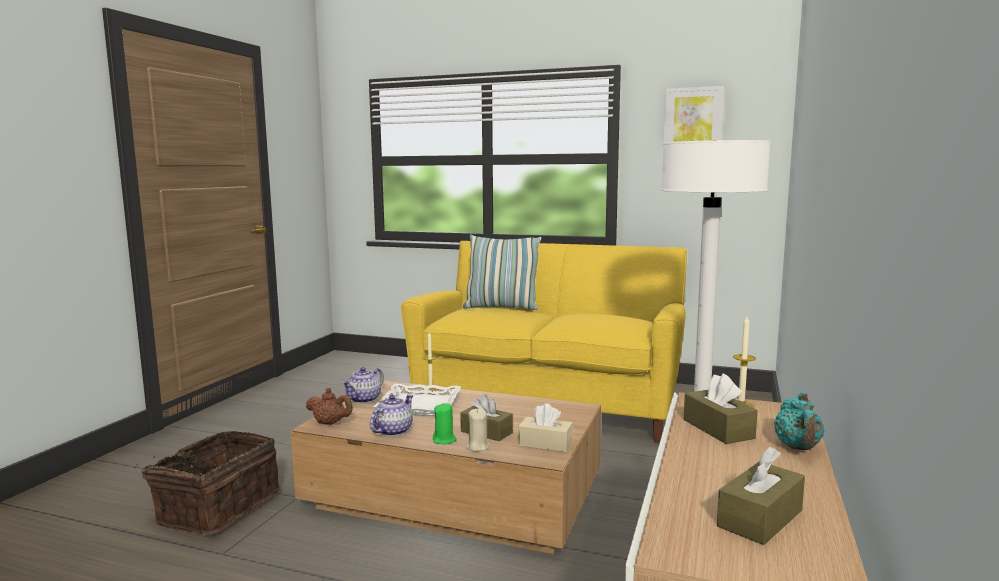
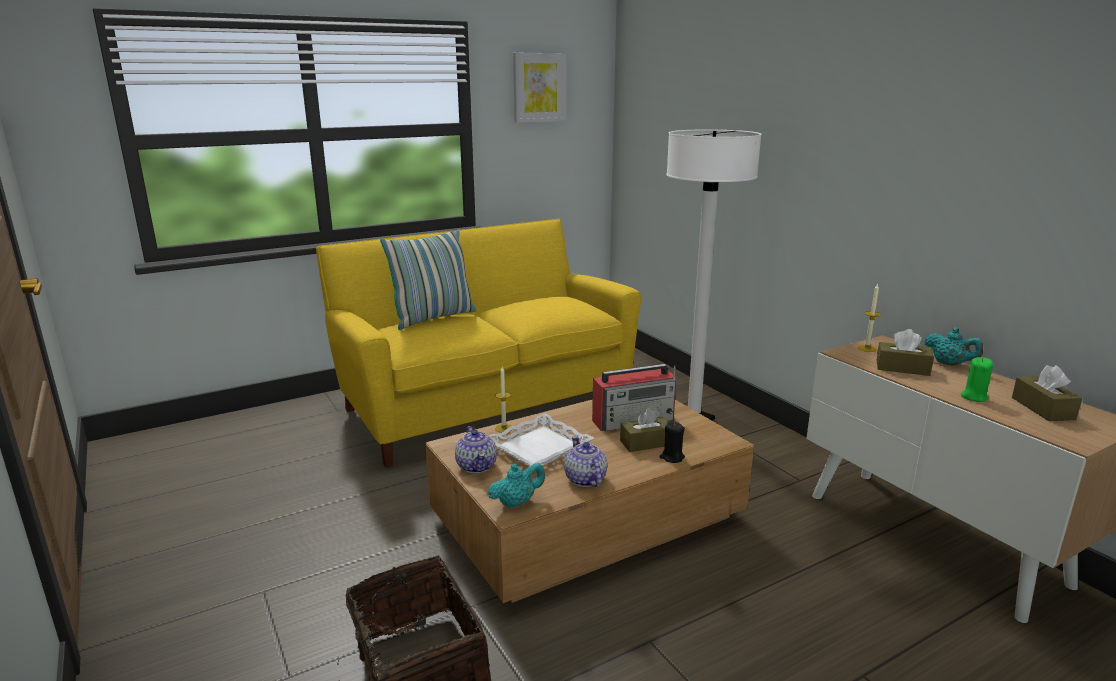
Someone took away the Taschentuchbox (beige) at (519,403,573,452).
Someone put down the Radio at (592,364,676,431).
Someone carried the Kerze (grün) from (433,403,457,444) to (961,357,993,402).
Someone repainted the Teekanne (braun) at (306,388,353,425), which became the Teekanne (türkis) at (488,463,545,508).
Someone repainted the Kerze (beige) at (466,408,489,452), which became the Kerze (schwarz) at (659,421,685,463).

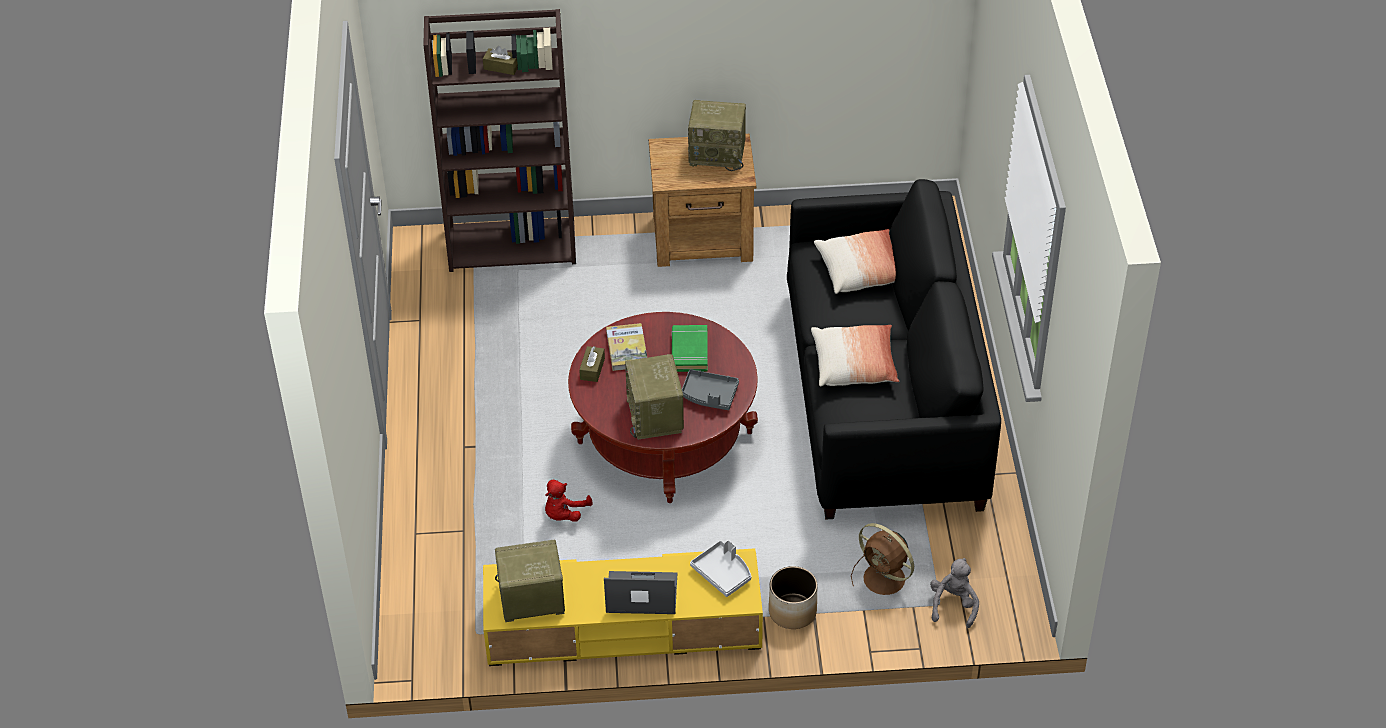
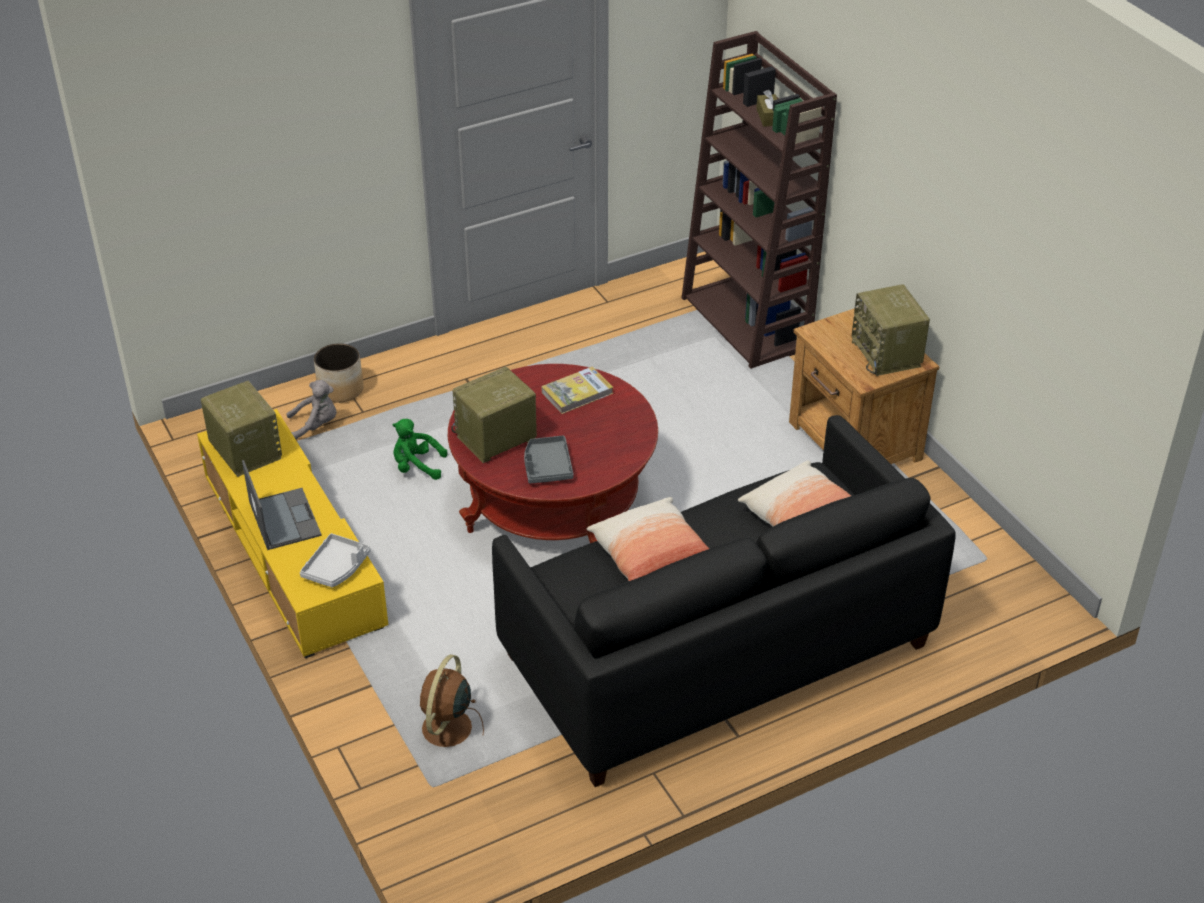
Someone took away the Taschentuchbox (braun) at (579,346,605,382).
Someone took away the Buch (grün) at (671,325,708,372).
Someone carried the Pflanzkübel from (769,566,818,629) to (314,343,364,403).
Someone carried the Plüschtier (grau) from (930,558,979,628) to (286,380,336,440).
Someone repainted the Plüschtier (rot) at (545,480,593,522), which became the Plüschtier (grün) at (392,419,448,480).

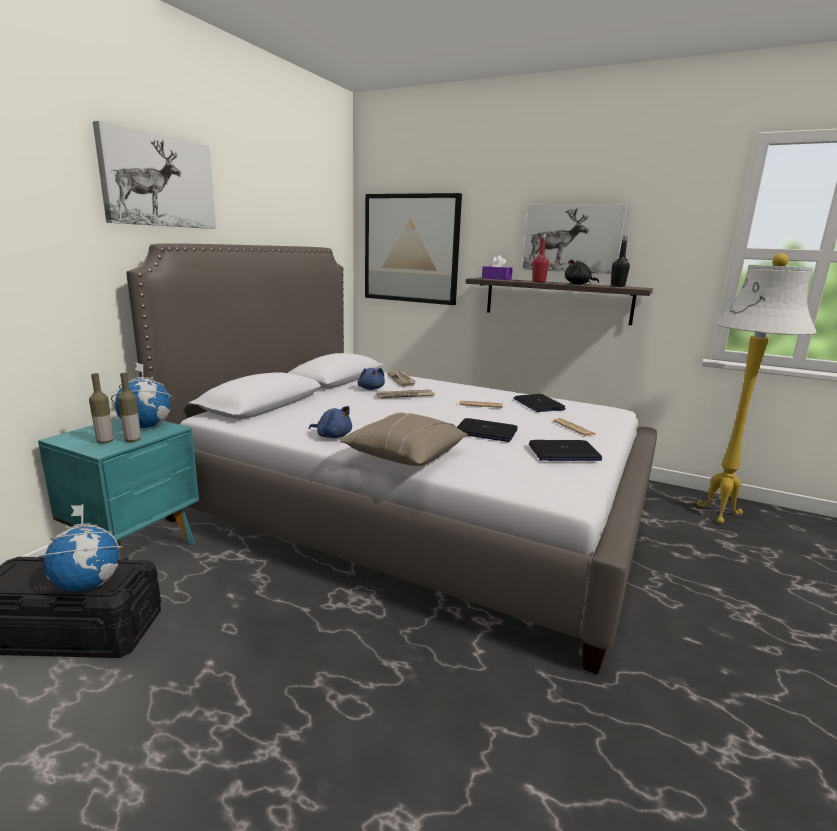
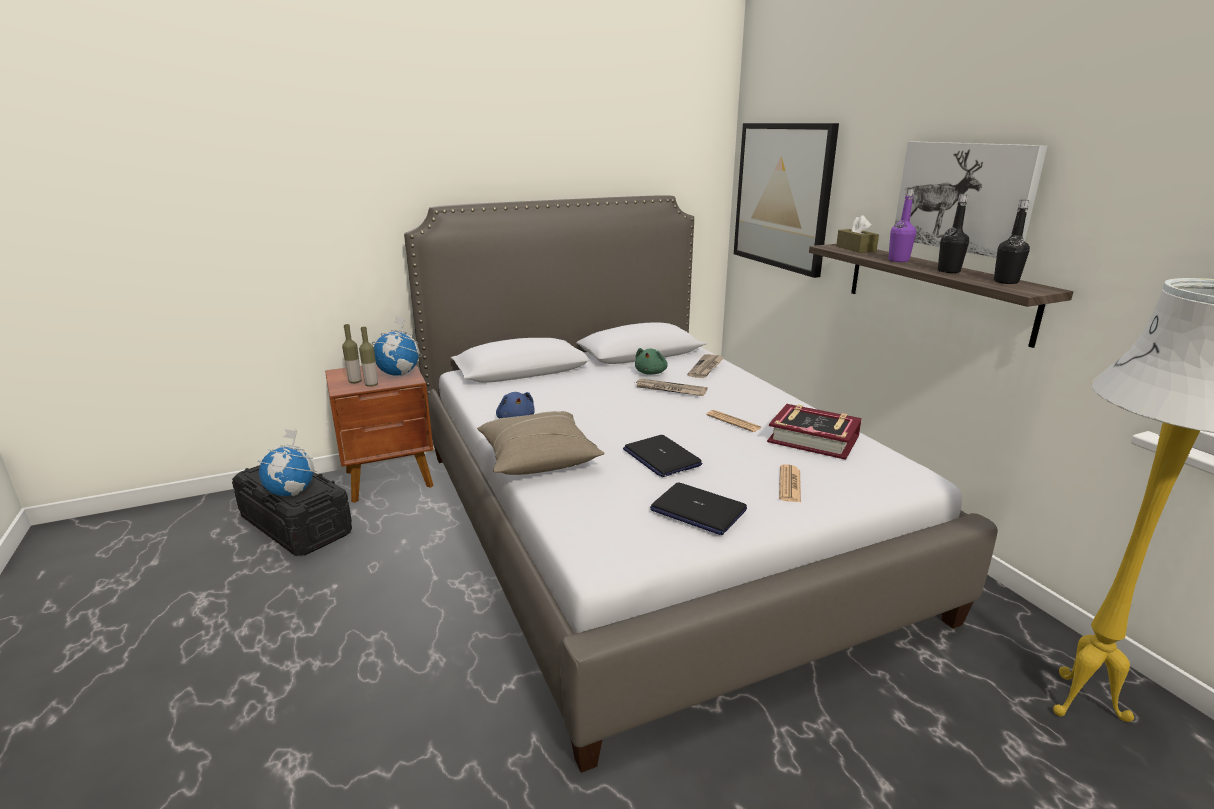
Someone took away the Bild at (93,121,216,229).
Someone swapped the Laptop at (513,394,566,412) for the Buch at (767,404,862,460).
Someone swapped the Plüschtier (schwarz) at (565,259,599,284) for the Flasche (schwarz) at (938,194,969,273).
Someone repainted the Nachttisch (türkis) at (38,418,199,560), which became the Nachttisch (braun) at (325,365,434,503).
Someone repainted the Plüschtier (blau) at (357,368,385,390), which became the Plüschtier (grün) at (635,348,668,375).
Someone repainted the Taschentuchbox (lila) at (482,255,513,280), which became the Taschentuchbox (braun) at (836,215,879,253).
Someone repainted the Flasche (rot) at (532,234,549,282), which became the Flasche (lila) at (889,189,916,262).

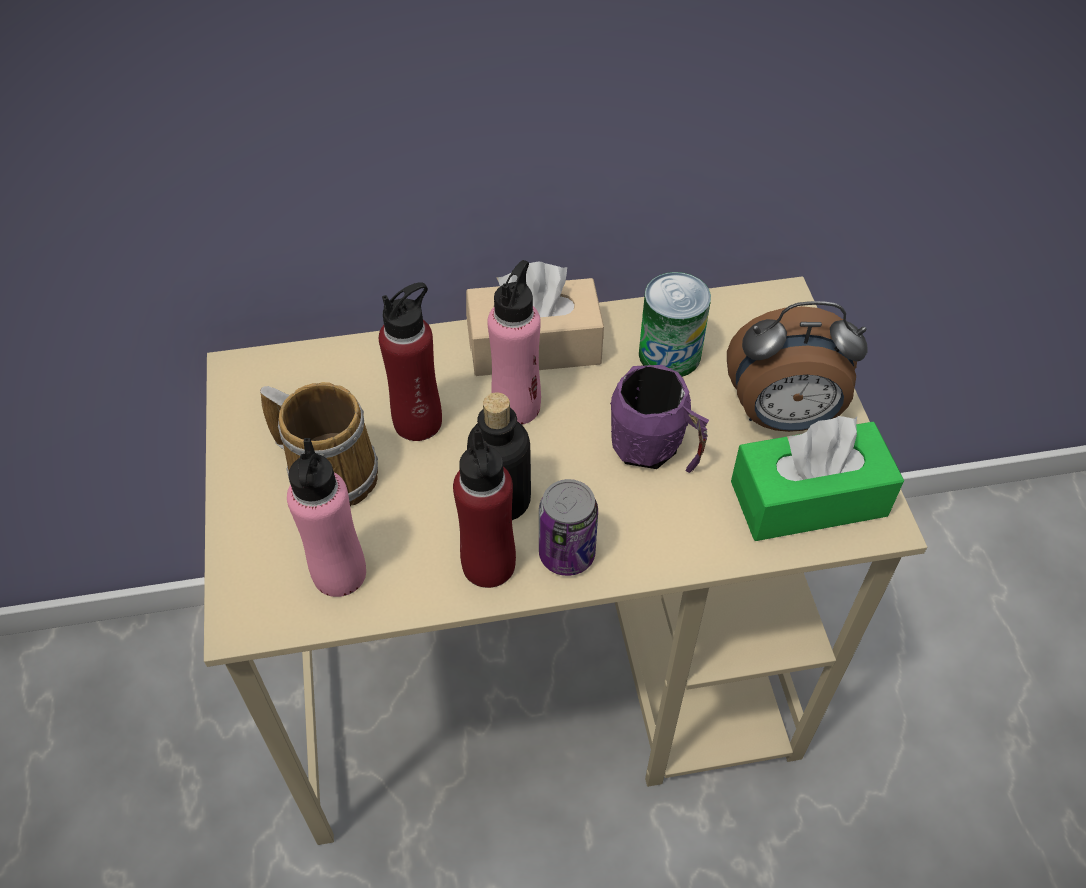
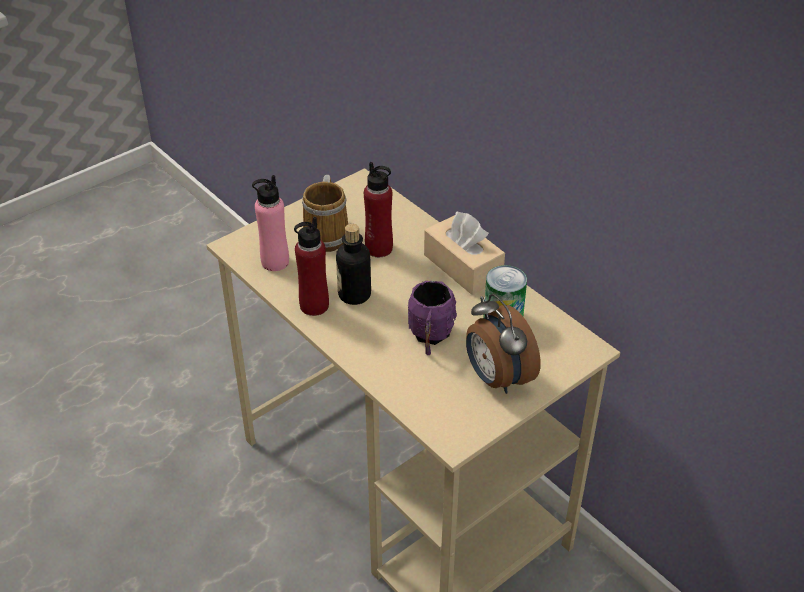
Someone took away the Flasche (rosa) at (488,260,541,425).
Someone took away the Dose at (539,479,598,576).
Someone took away the Taschentuchbox (grün) at (731,416,904,541).

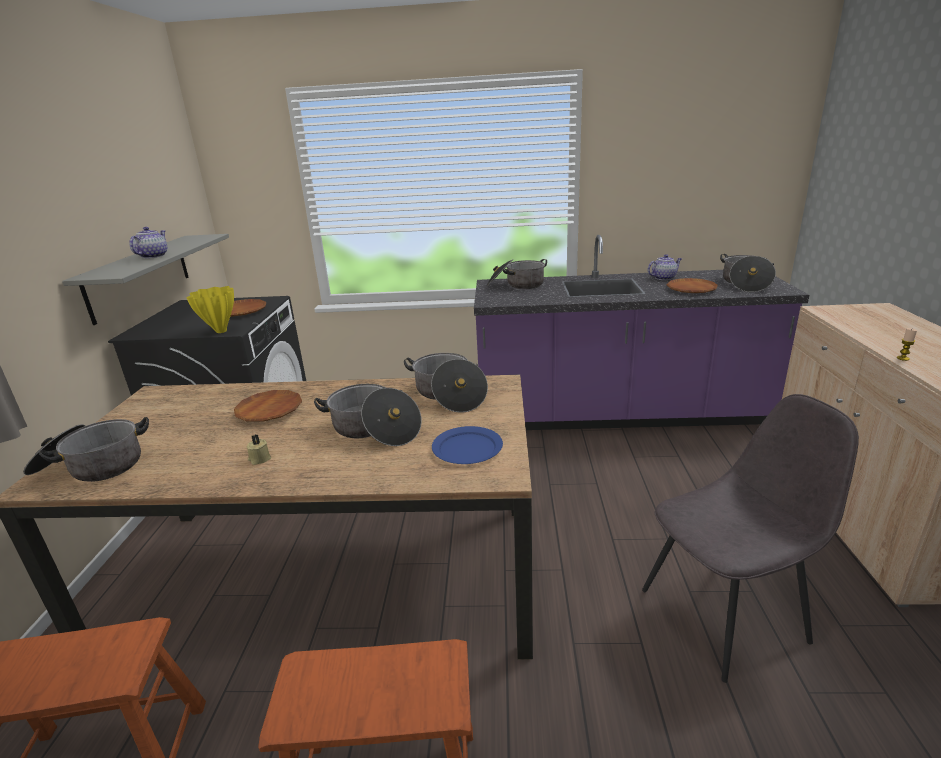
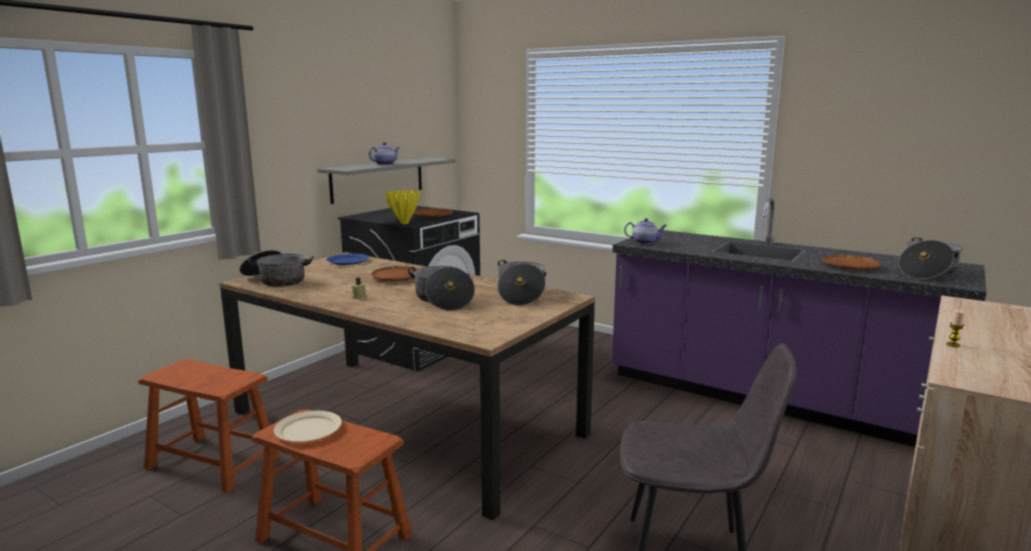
Someone took away the Kochtopf at (487,259,547,289).
Someone put down the Teller (beige) at (274,411,342,442).
Someone carried the Teller (blau) from (432,426,503,464) to (326,254,370,265).
Someone carried the Teekanne from (648,254,682,280) to (624,218,667,244).

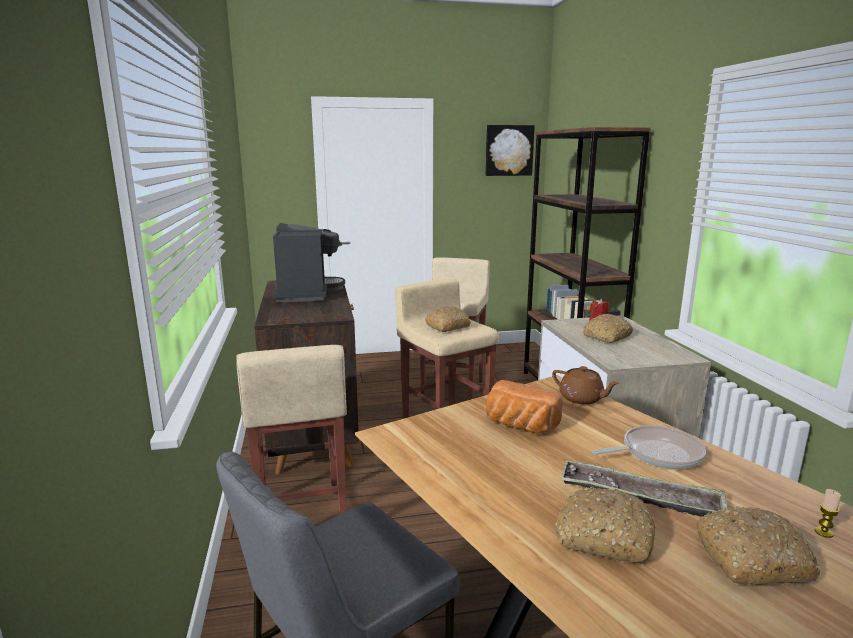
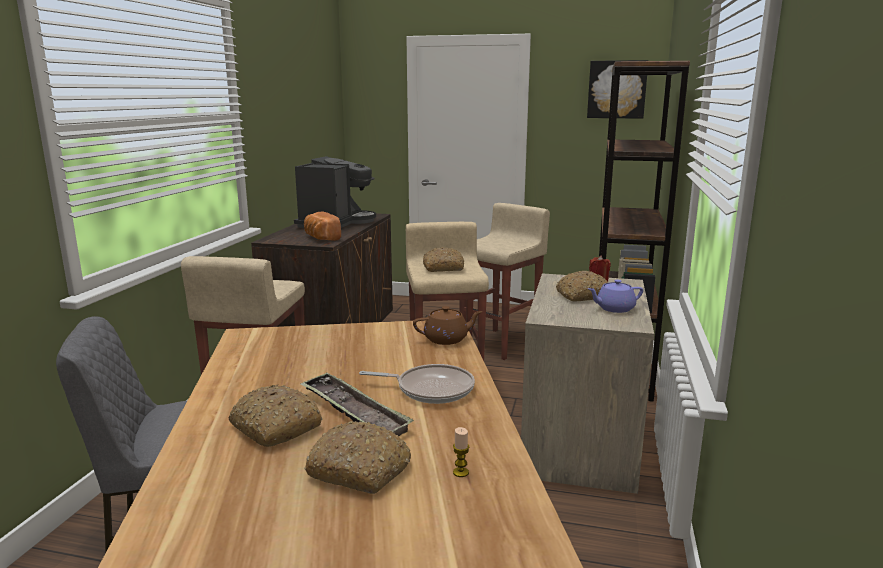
Someone put down the Teekanne (lila) at (588,280,643,313).
Someone carried the Brot from (486,380,563,434) to (304,211,341,241).
Someone rotated the Teekanne (braun) at (552,366,619,405) by 75 degrees counterclockwise.

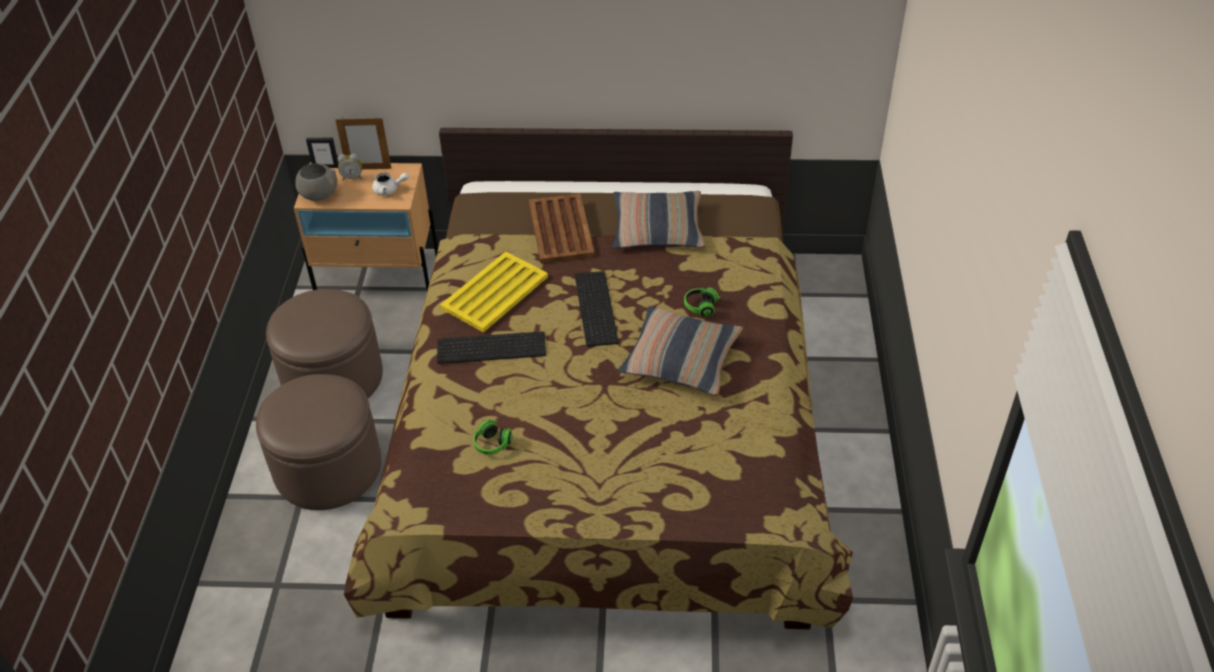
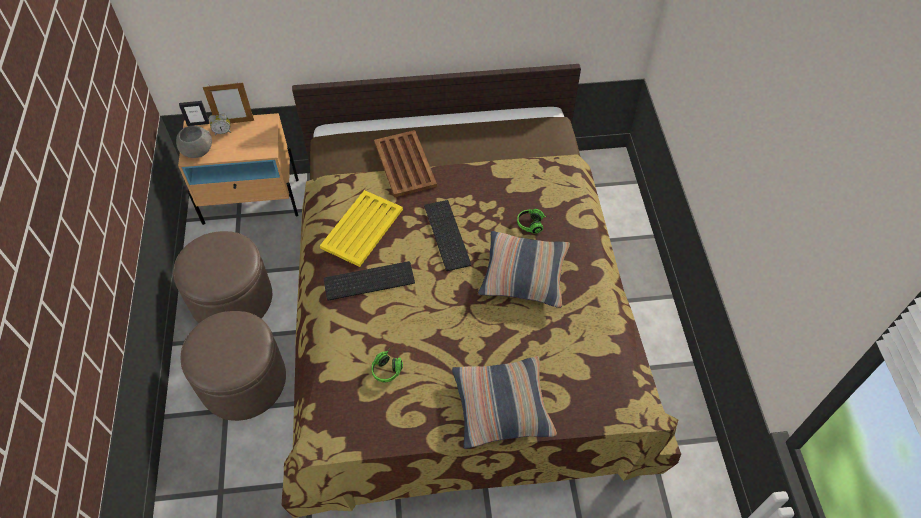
Someone took away the Teekanne (weiß) at (372,173,409,195).
Someone carried the Kissen from (612,191,706,248) to (452,356,557,449).

